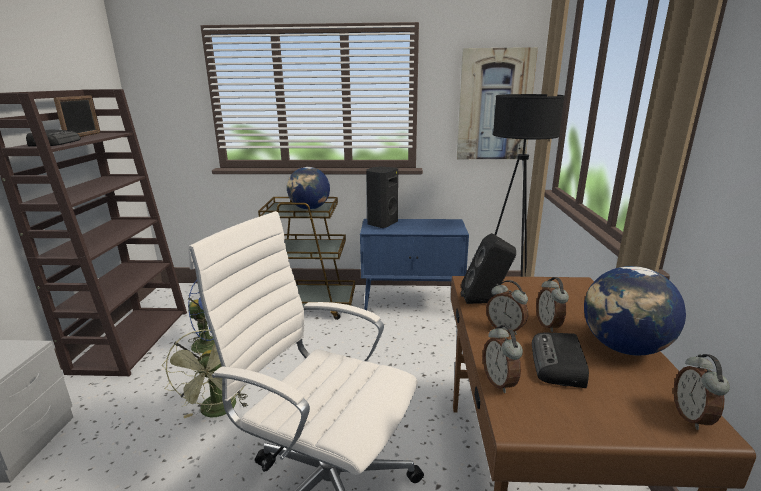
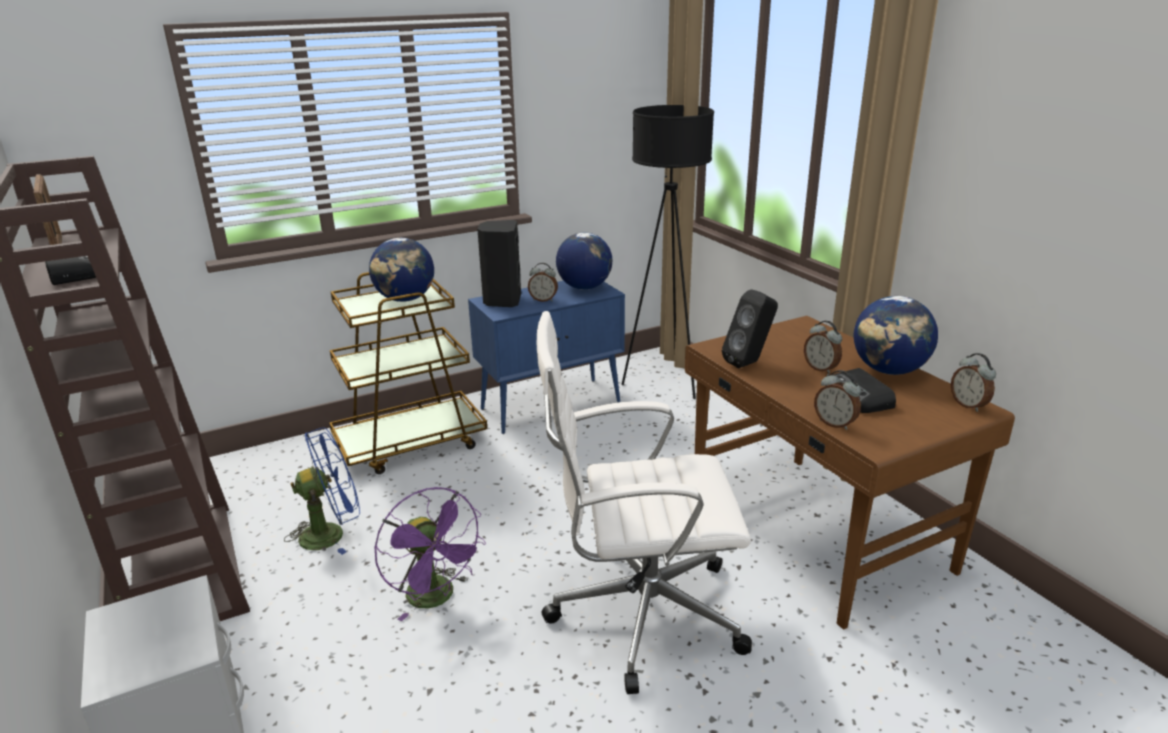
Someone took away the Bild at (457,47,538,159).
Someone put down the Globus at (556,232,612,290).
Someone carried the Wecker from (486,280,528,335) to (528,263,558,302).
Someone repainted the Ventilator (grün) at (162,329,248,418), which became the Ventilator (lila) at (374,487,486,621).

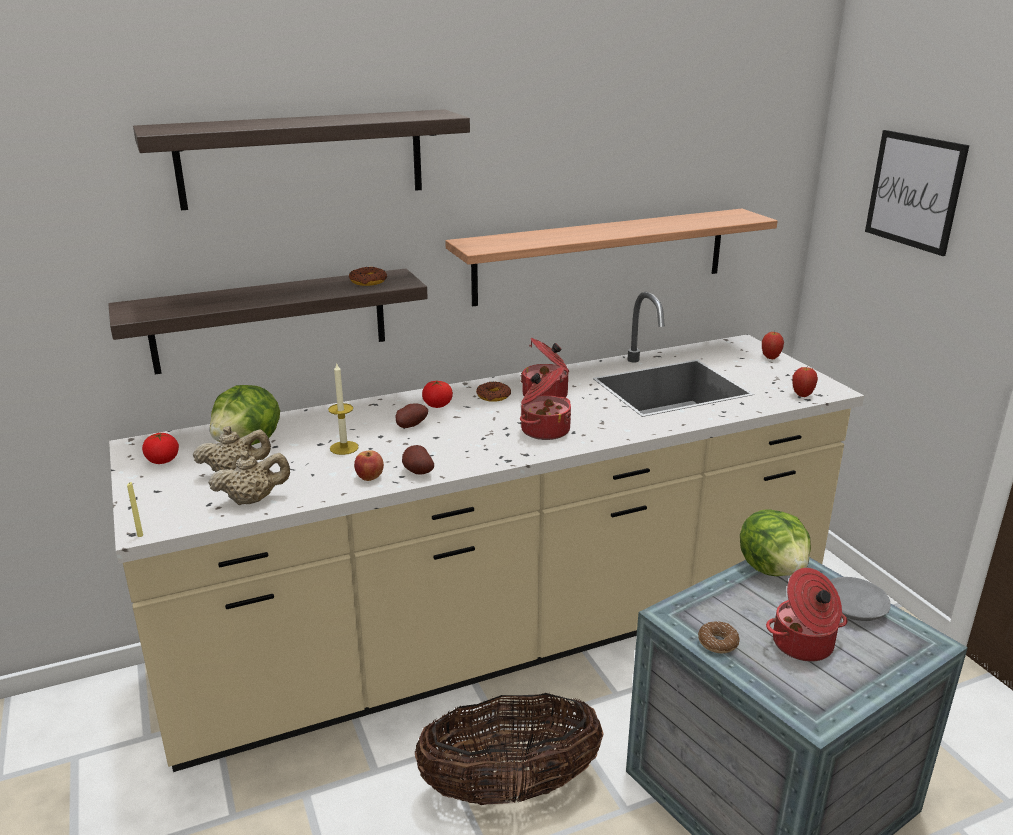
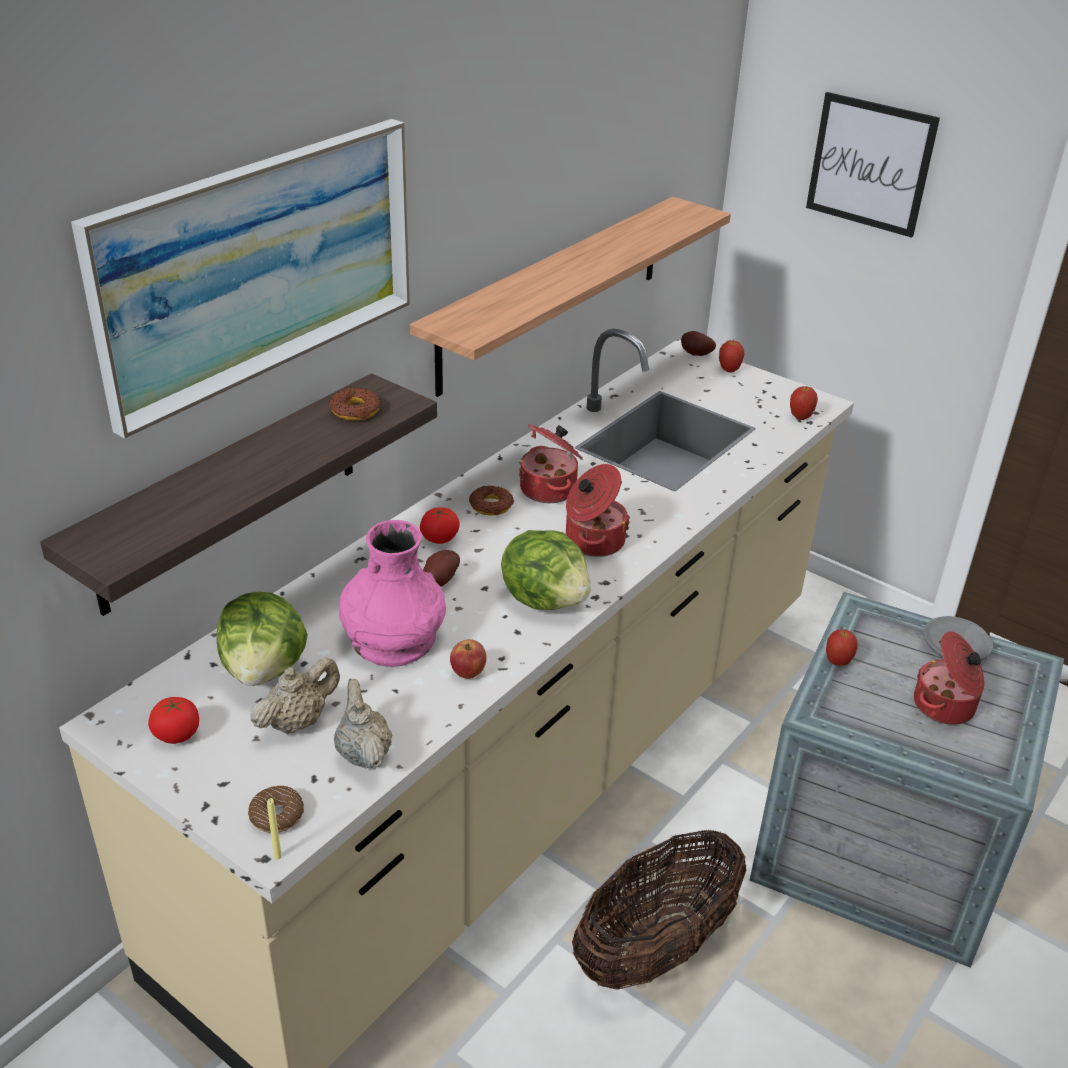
Someone put down the Apfel at (826,629,858,666).
Someone carried the Kartoffel from (402,445,434,475) to (681,331,716,356).
Someone carried the Donut from (698,621,740,653) to (248,786,304,833).
Someone carried the Salatkopf from (740,509,811,576) to (501,530,591,610).
Someone swapped the Wandregal at (133,109,470,210) for the Bild at (71,119,410,438).
Someone swapped the Kerze at (328,362,359,455) for the Vase (rosa) at (339,520,446,667).
Someone rotated the Teekanne (beige) at (208,450,290,505) by 60 degrees counterclockwise.

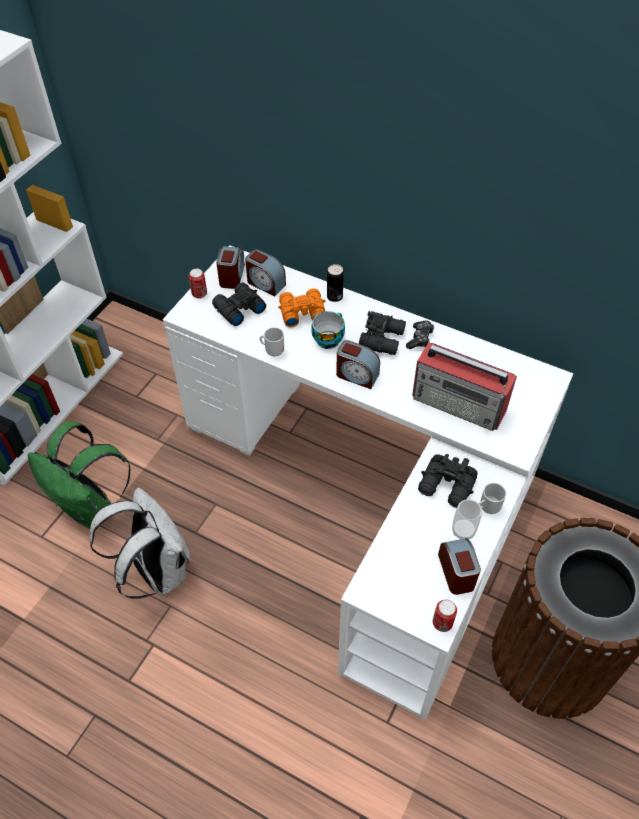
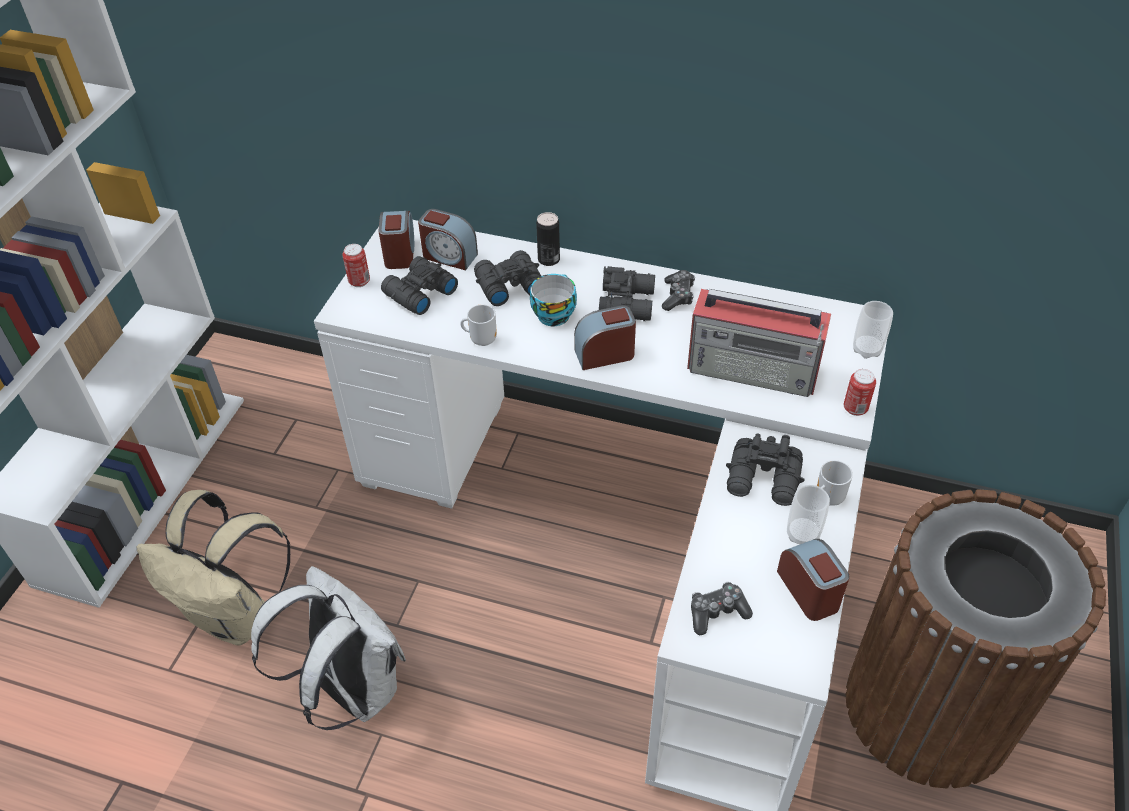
Someone put down the Gamepad at (691,582,753,635).
Someone put down the Tasse at (853,301,893,359).
Someone carried the Dose from (433,600,457,632) to (844,369,876,416).
Someone repainted the Rucksack (grün) at (27,422,130,528), which became the Rucksack (beige) at (136,490,290,646).
Someone repainted the Fernglas (orange) at (278,288,325,328), which became the Fernglas (schwarz) at (474,250,541,306).
Someone rotated the Wecker at (336,340,380,389) by 150 degrees clockwise.

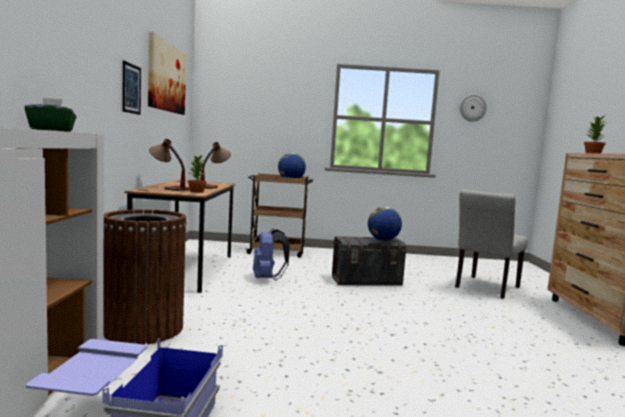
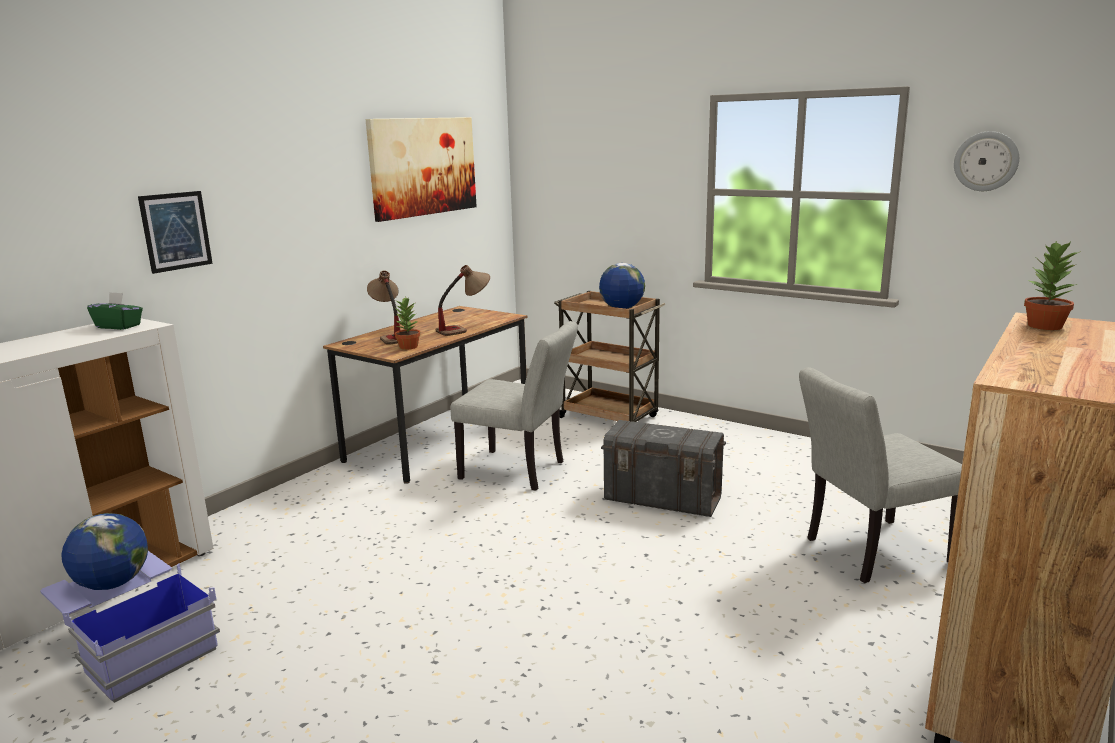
Someone took away the Mülleimer (braun) at (103,209,187,345).
Someone carried the Bild from (122,61,141,115) to (138,191,213,274).
Someone carried the Globus from (368,207,402,241) to (61,513,148,590).
Someone swapped the Rucksack (blau) at (253,228,290,280) for the Stuhl (grau) at (450,321,578,491).

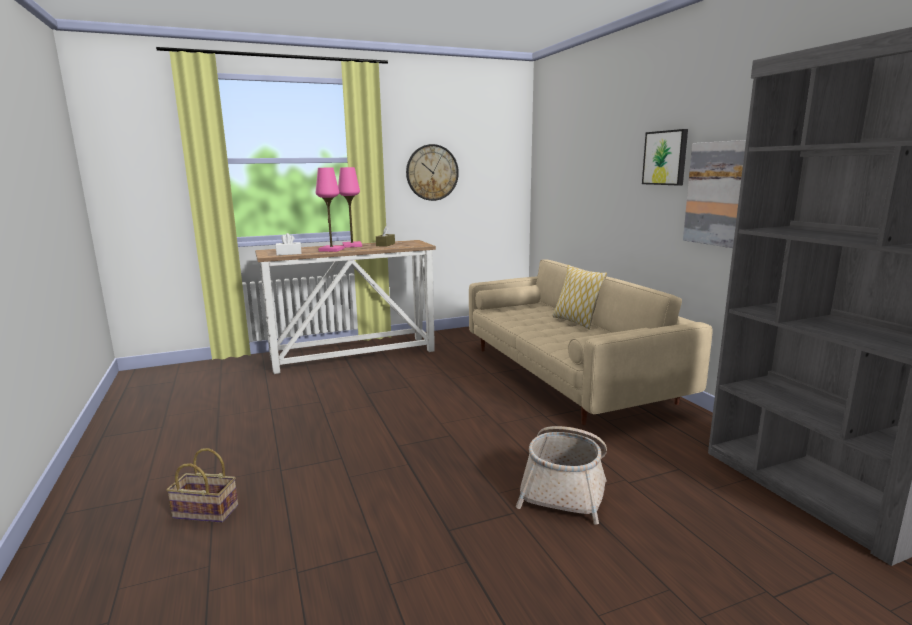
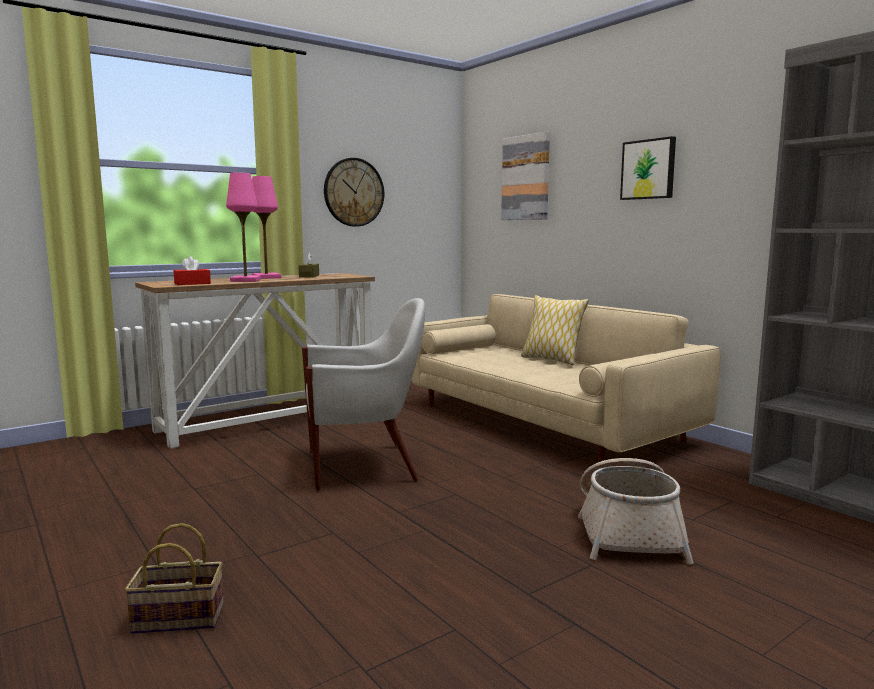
Someone put down the Sessel (weiß) at (302,298,425,491).
Someone carried the Bild from (683,140,746,248) to (501,131,550,220).
Someone repainted the Taschentuchbox (weiß) at (276,233,301,255), which became the Taschentuchbox (rot) at (174,256,211,285).

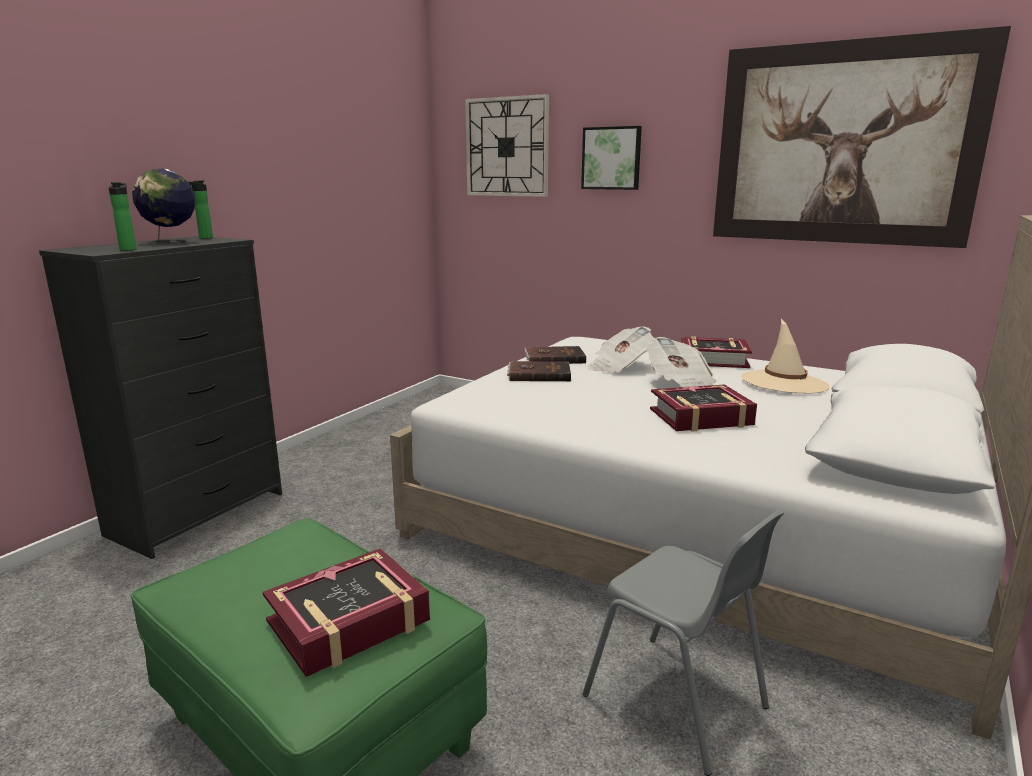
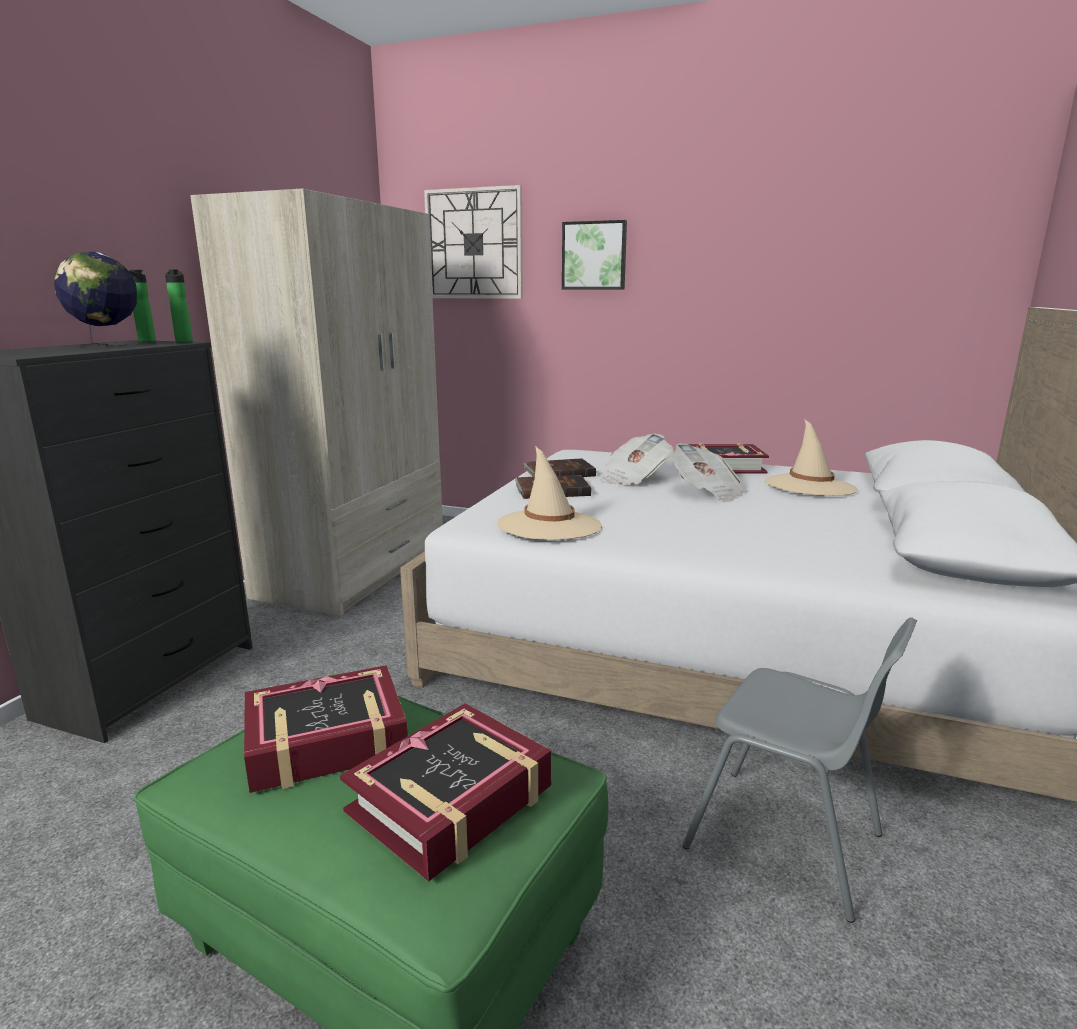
Someone took away the Bild at (713,26,1011,248).
Someone put down the Kleiderschrank (beige) at (190,189,443,616).
Someone put down the Hut (beige) at (497,446,602,540).
Someone carried the Flasche from (108,182,137,251) to (165,269,193,343).
Someone carried the Buch from (650,384,757,432) to (244,665,408,793).

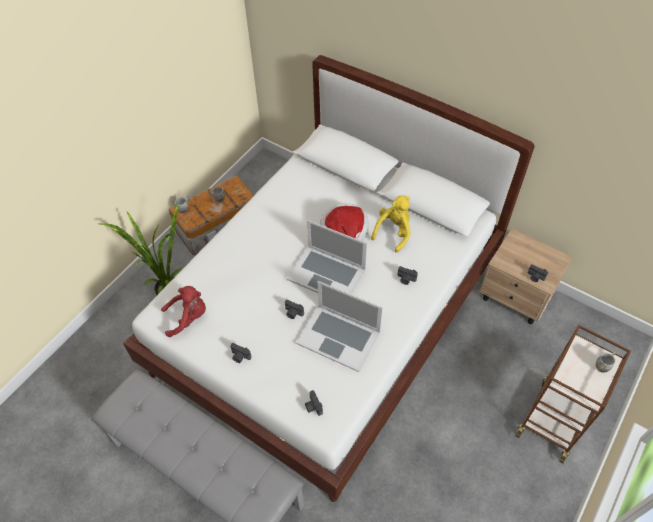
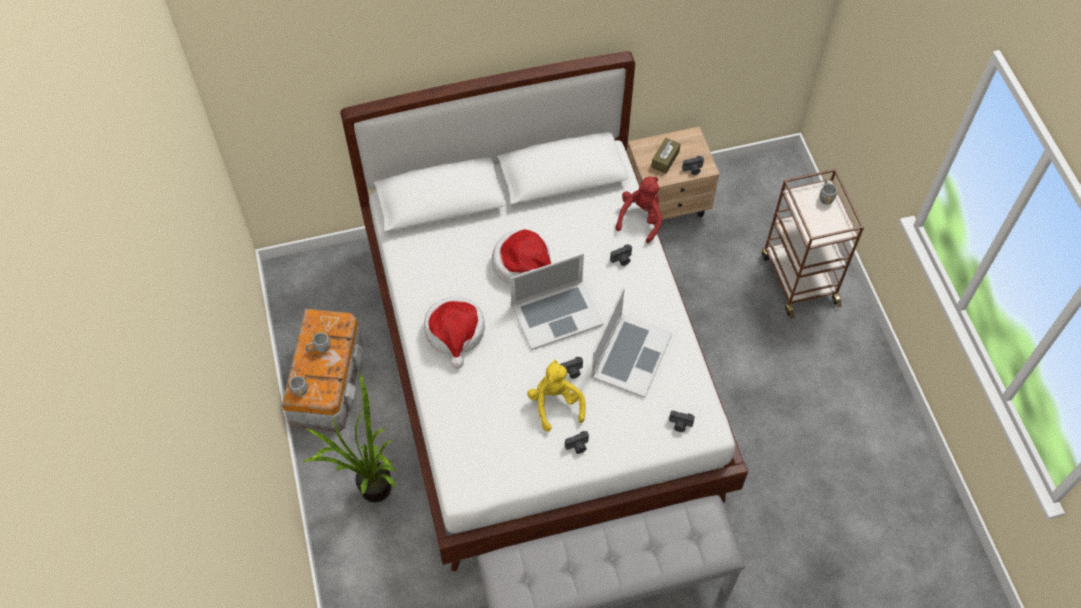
Someone put down the Hut at (424,297,485,368).
Someone put down the Taschentuchbox (braun) at (651,138,681,174).
Someone carried the Plüschtier (rot) from (161,286,206,337) to (616,177,663,243).
Someone carried the Plüschtier (gelb) from (371,195,411,253) to (527,359,586,432).
Someone rotated the Laptop at (296,281,382,372) by 45 degrees counterclockwise.

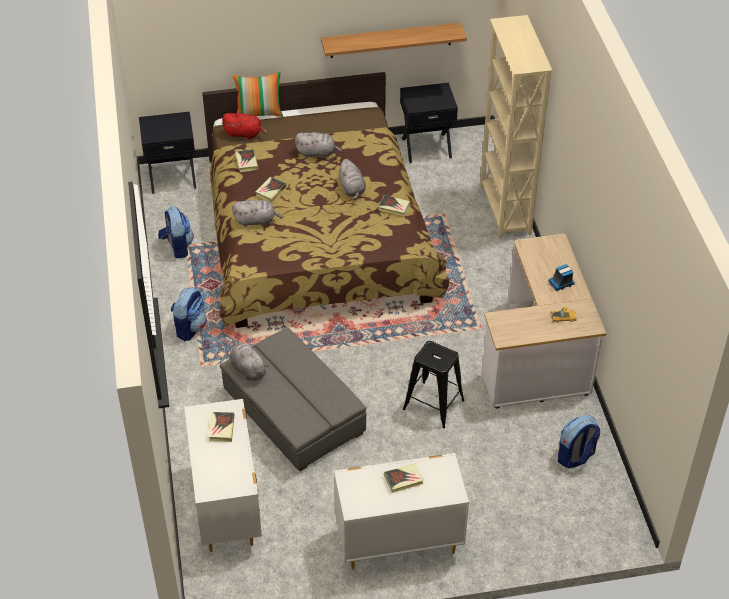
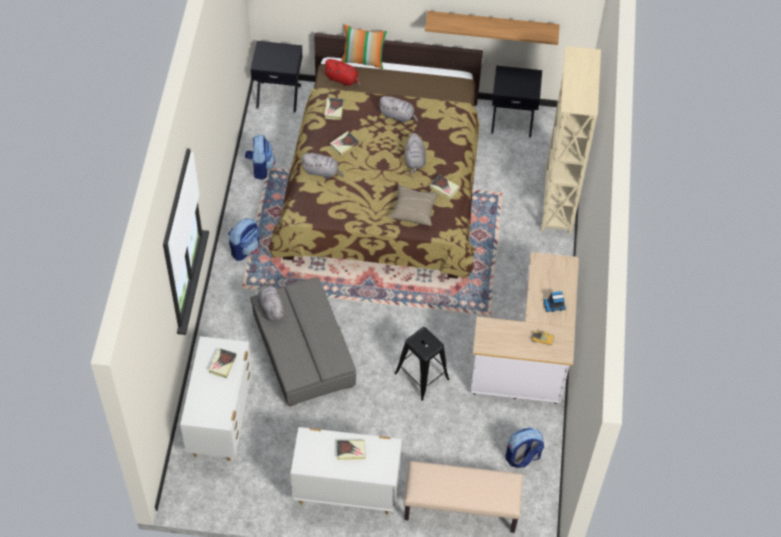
Someone put down the Kissen (beige) at (389,185,439,226).
Someone put down the Bank (beige) at (404,461,523,533).

